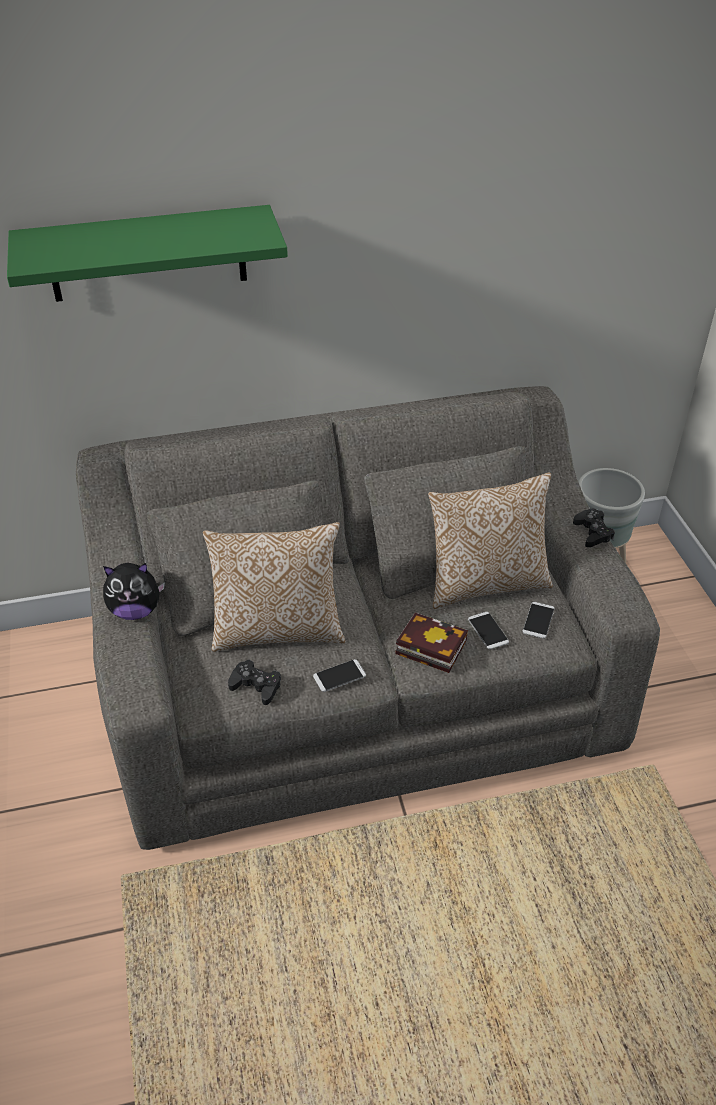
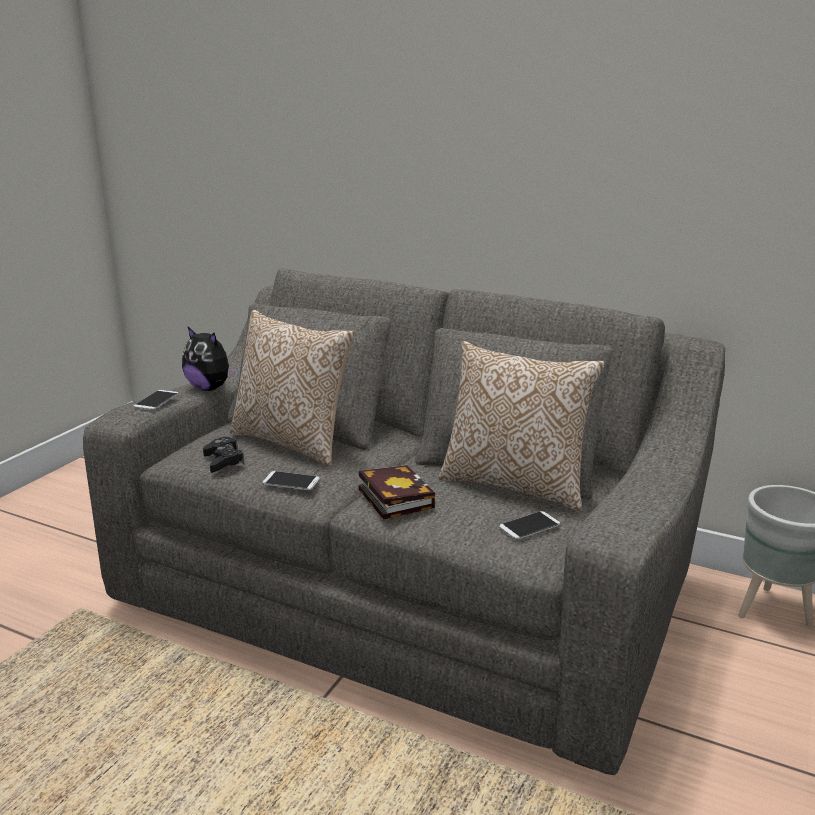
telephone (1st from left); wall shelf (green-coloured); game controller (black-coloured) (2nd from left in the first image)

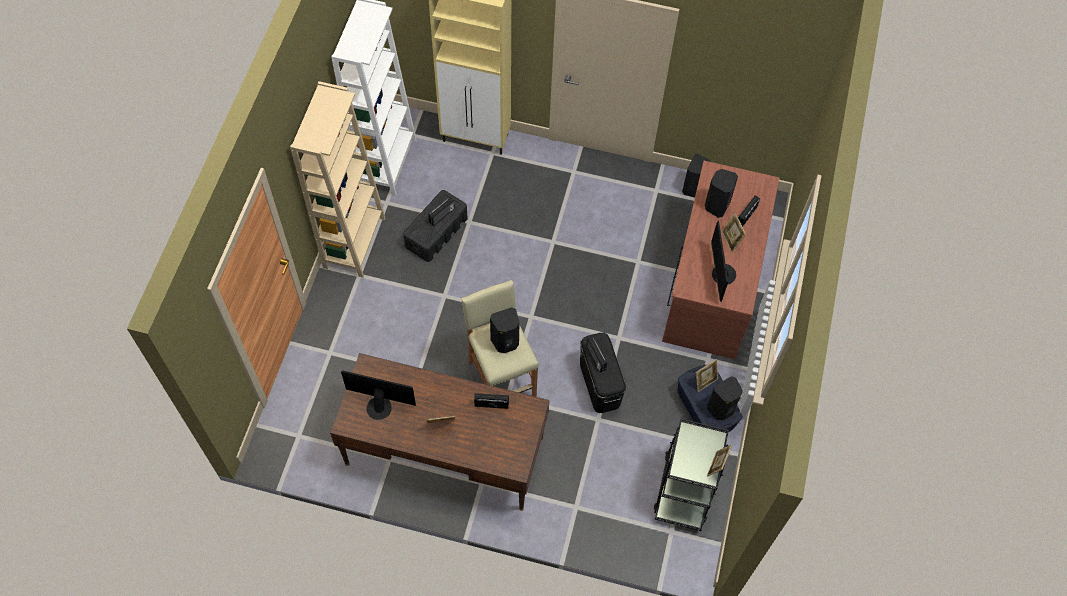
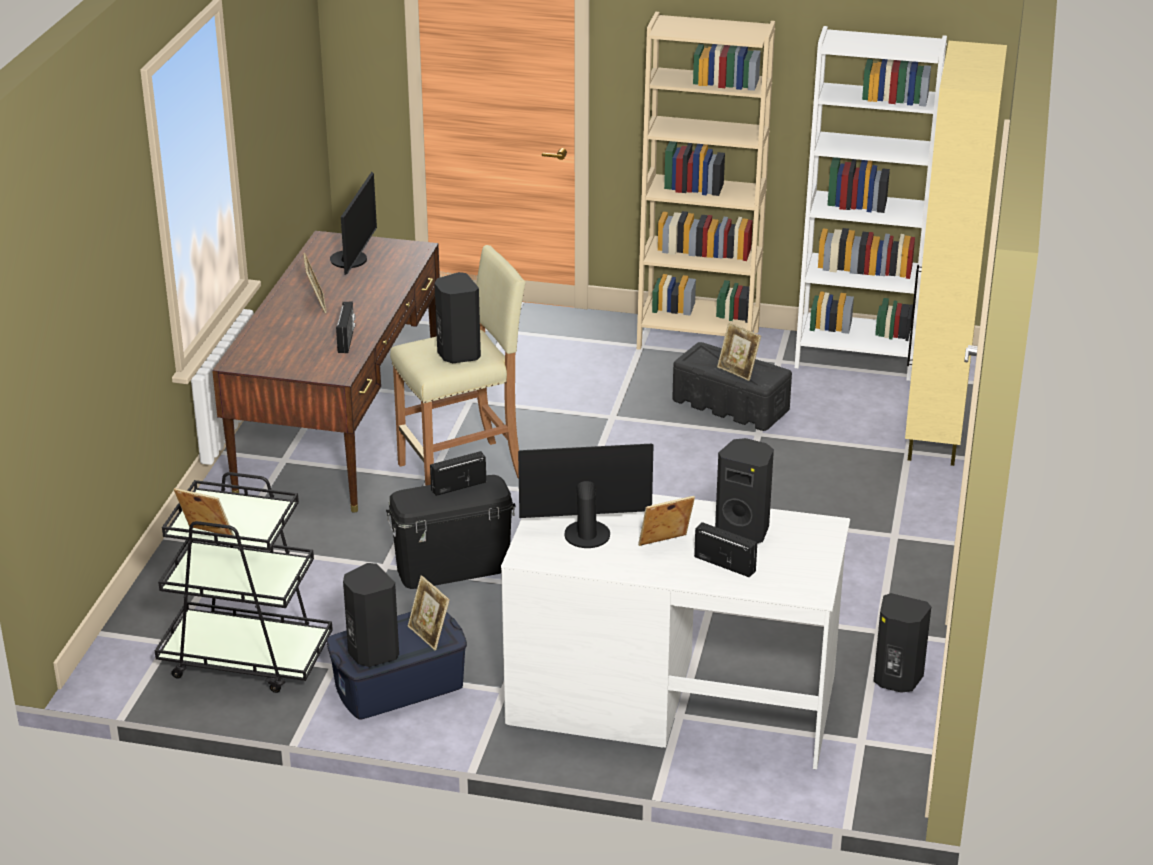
desk table (white-coloured); standing frame (5th from left)

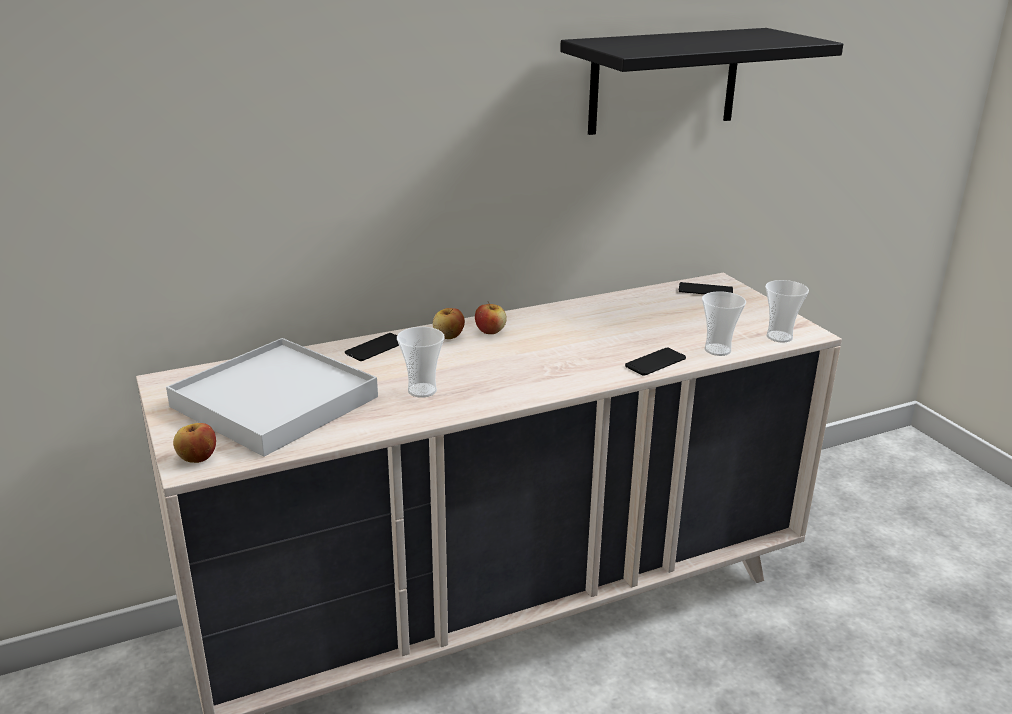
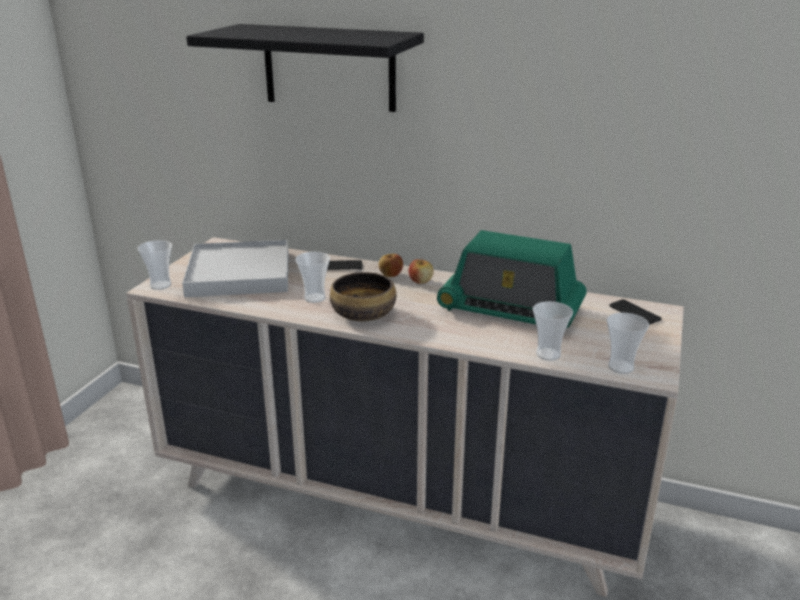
small cup (1st from left); wall shelf (black-coloured); deep dish; radio; telephone (2nd from left in the first image)

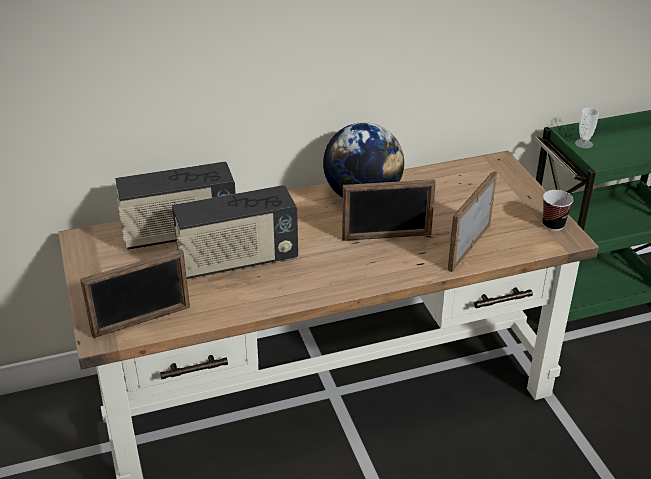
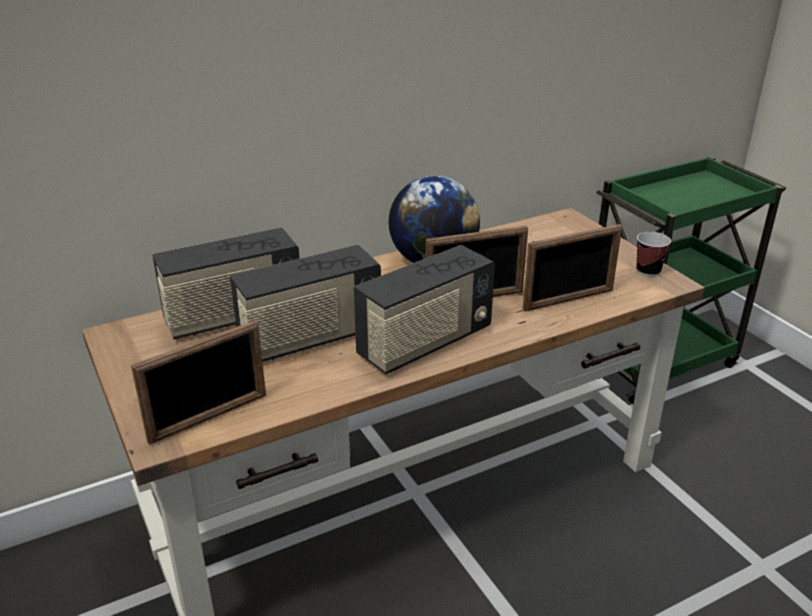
radio (3rd from left); standing frame (3rd from left); small cup (2nd from left in the first image)

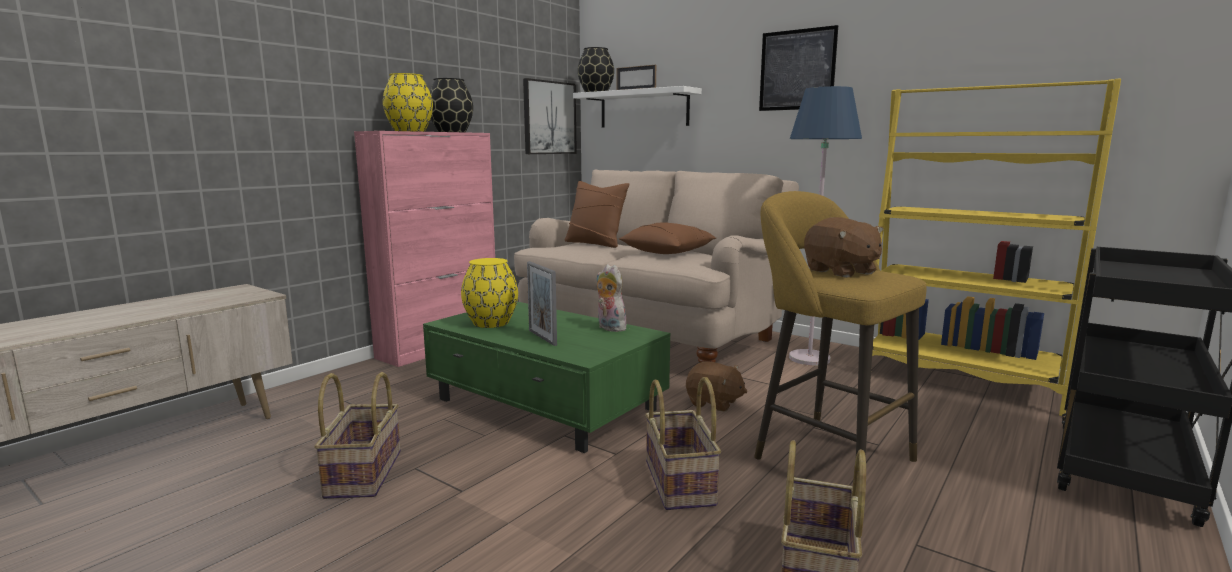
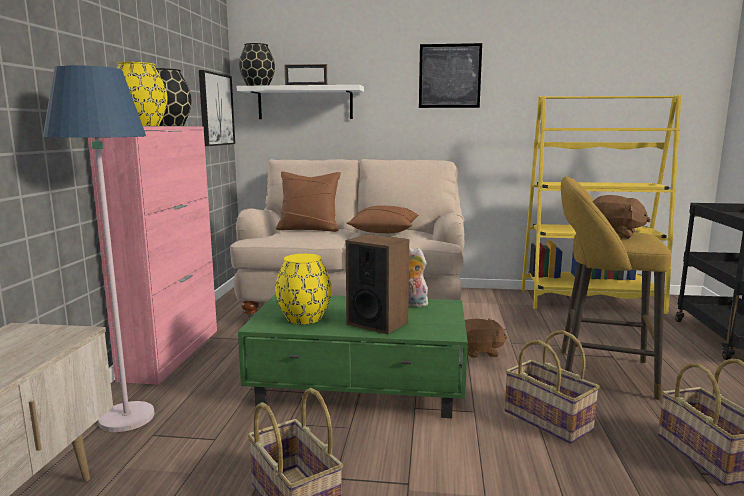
standing lamp (blue-coloured); speaker

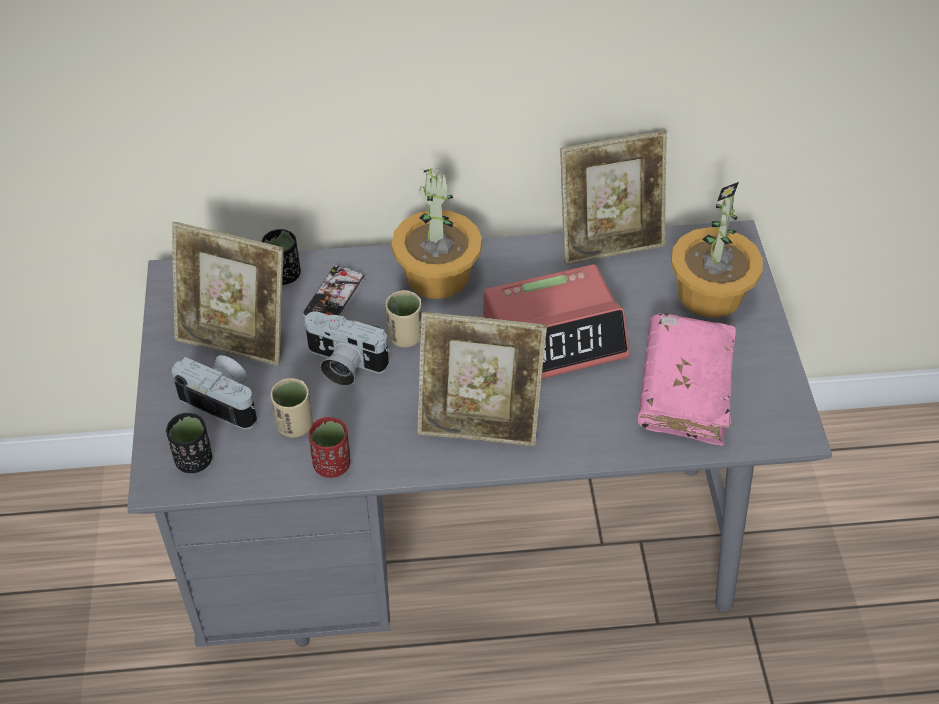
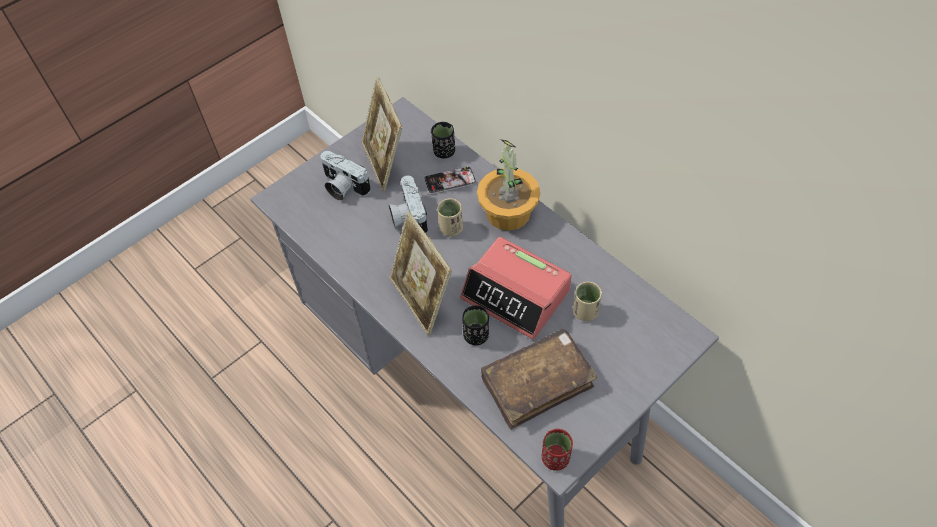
still camera (1st from left); small cup (black-coloured) (2nd from left); volume (brown); small cup (red-coloured); small cup (beige) (2nd from left); standing frame (3rd from left in the first image); plant in a pot (2nd from left in the first image)

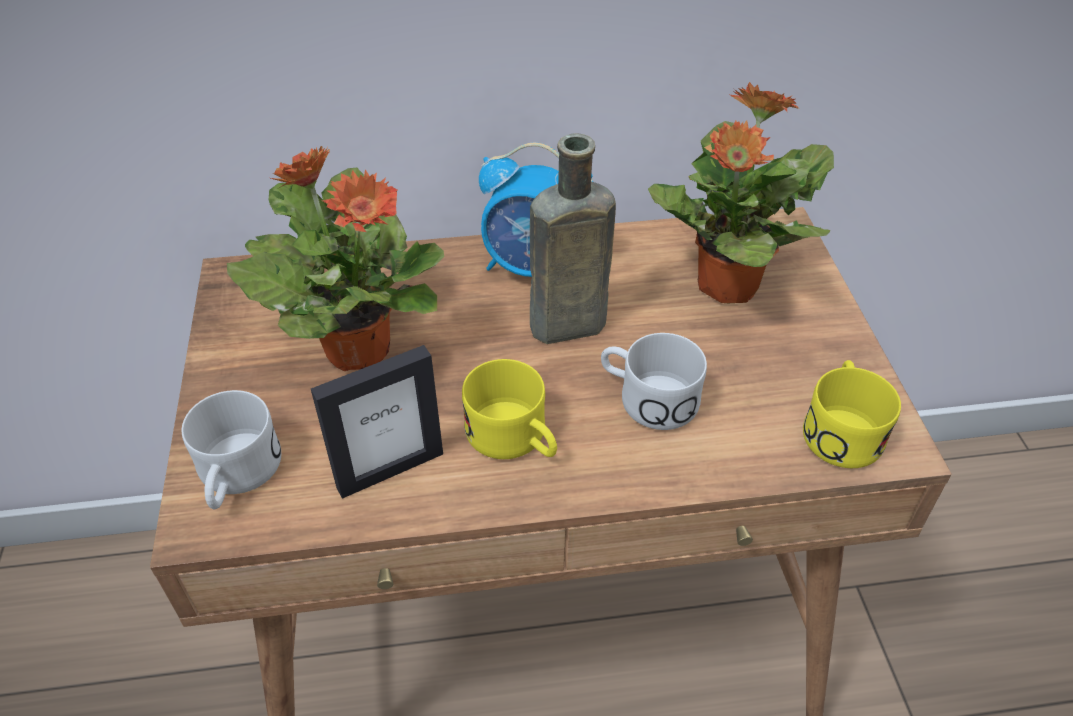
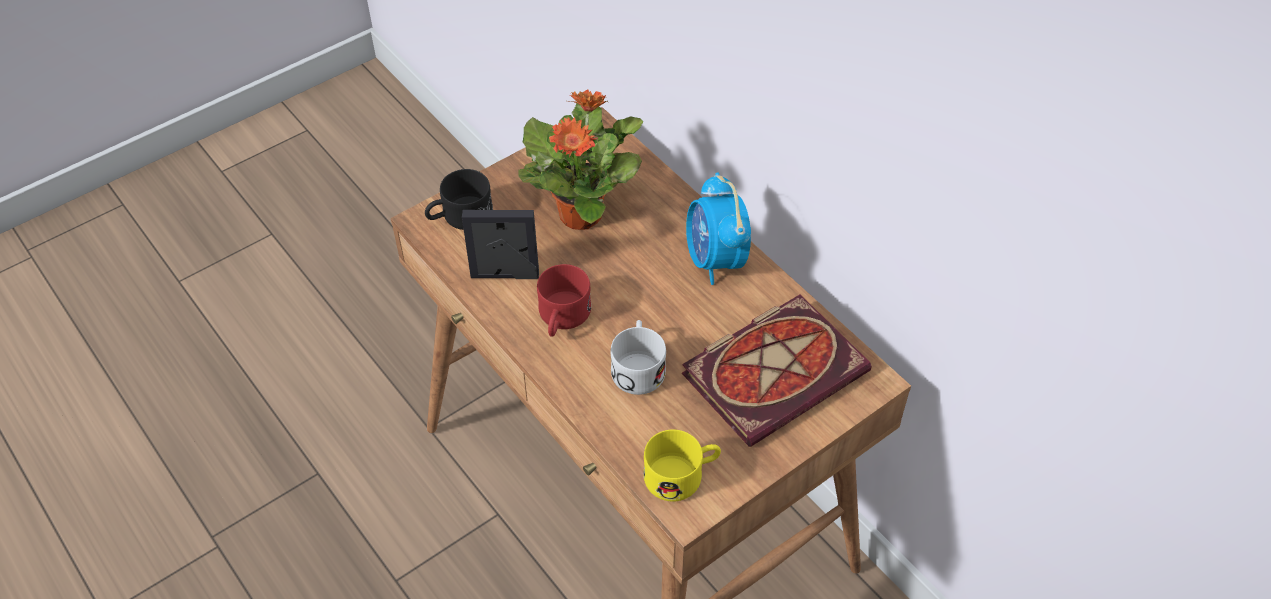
tea mug (black-coloured); standing frame; tea mug (red-coloured); volume; beverage bottle (brown)

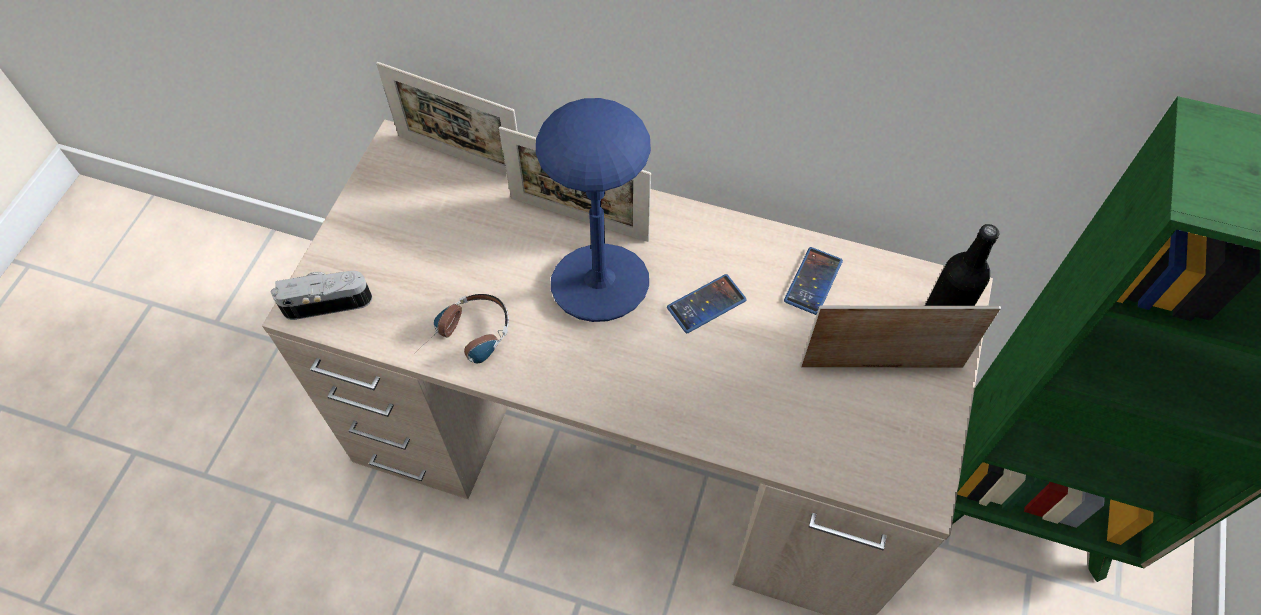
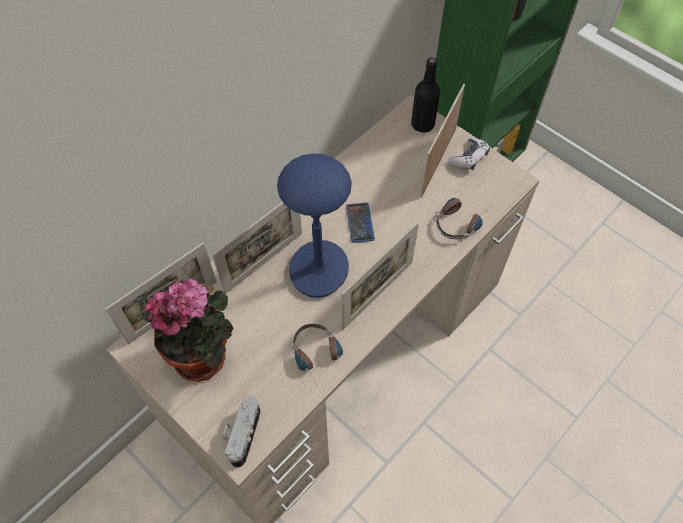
plant in a pot; standing frame (3rd from left); headphones (2nd from left); game controller; telephone (2nd from left in the first image)

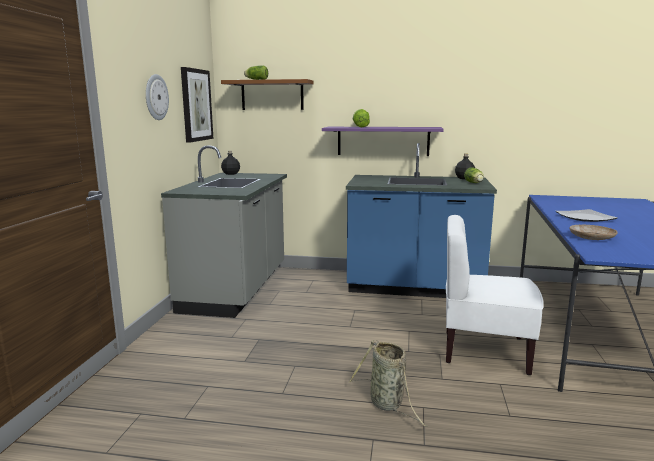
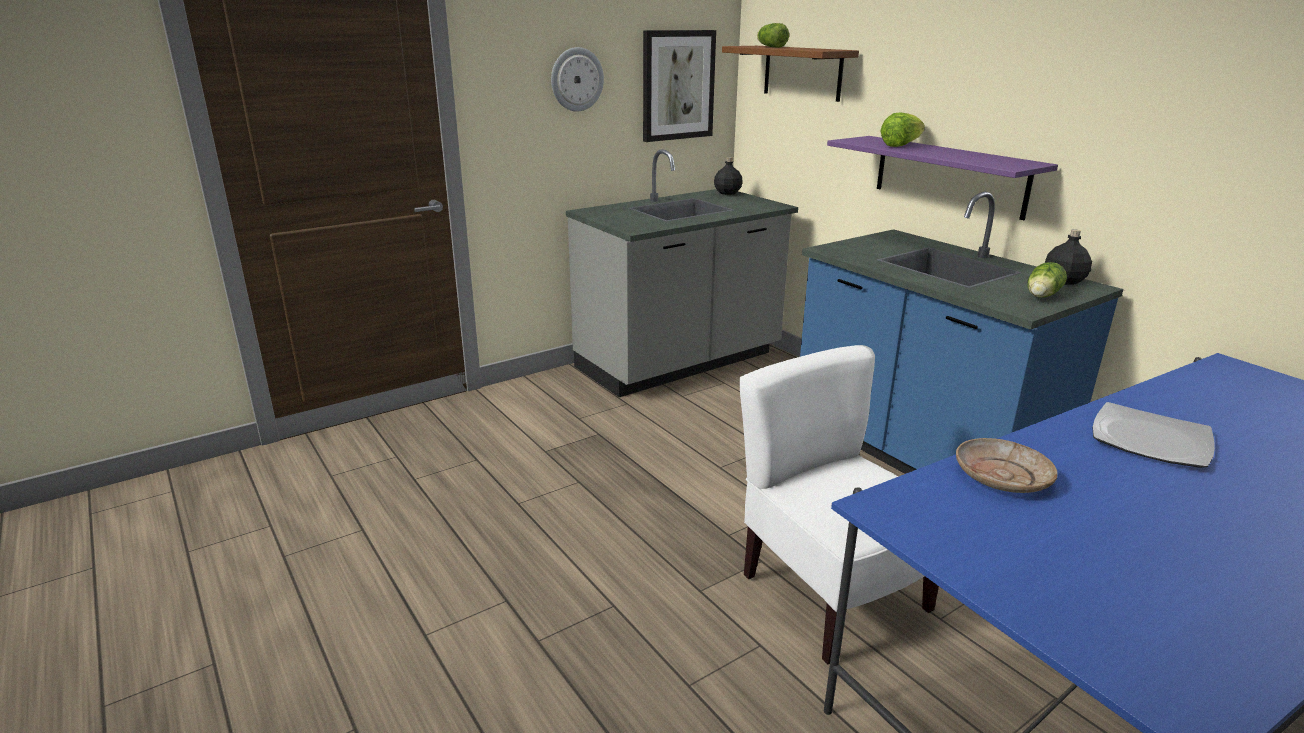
storage basket

